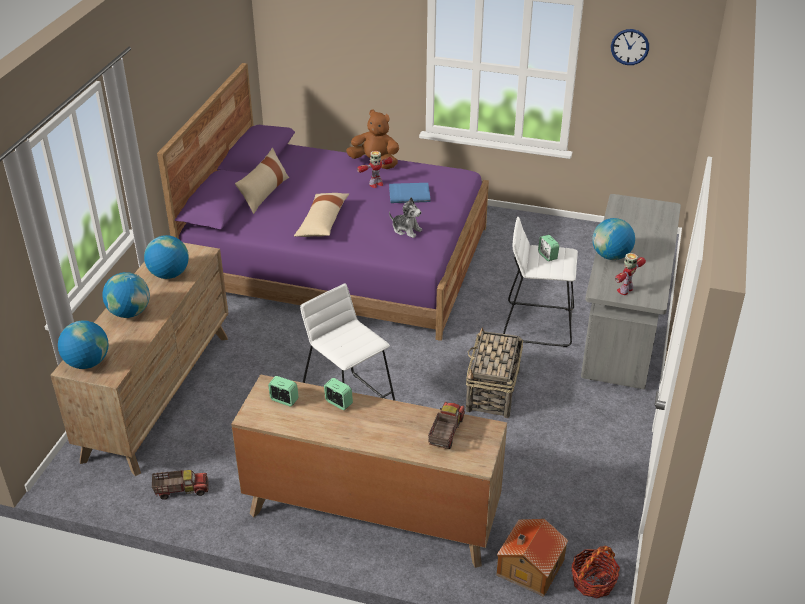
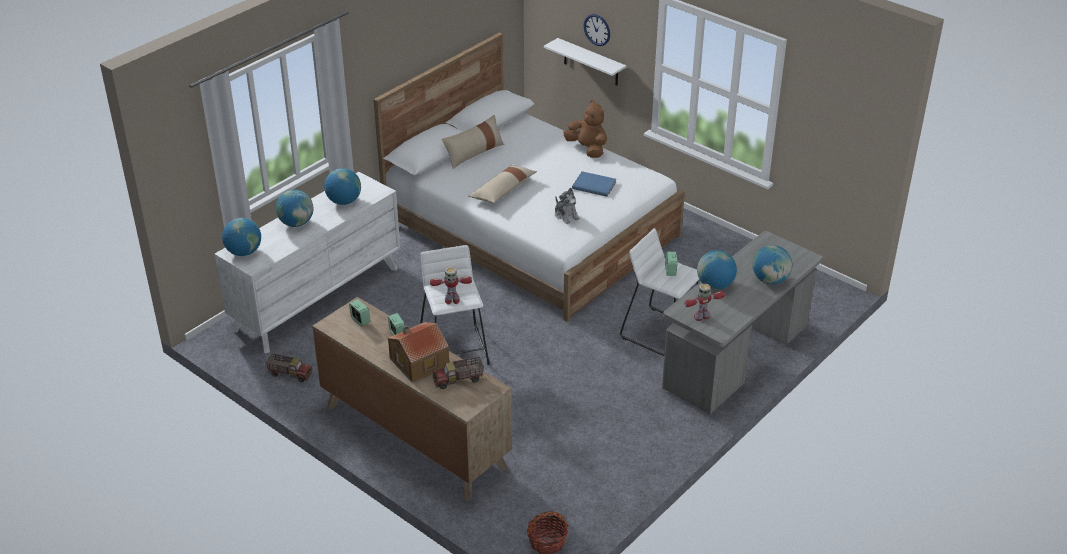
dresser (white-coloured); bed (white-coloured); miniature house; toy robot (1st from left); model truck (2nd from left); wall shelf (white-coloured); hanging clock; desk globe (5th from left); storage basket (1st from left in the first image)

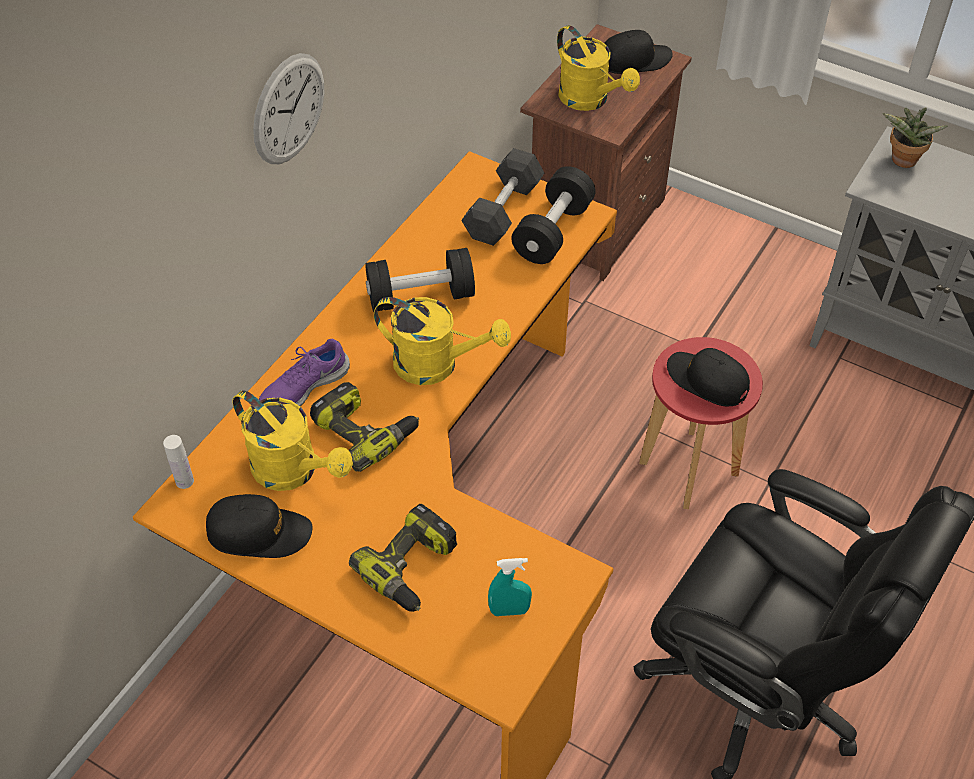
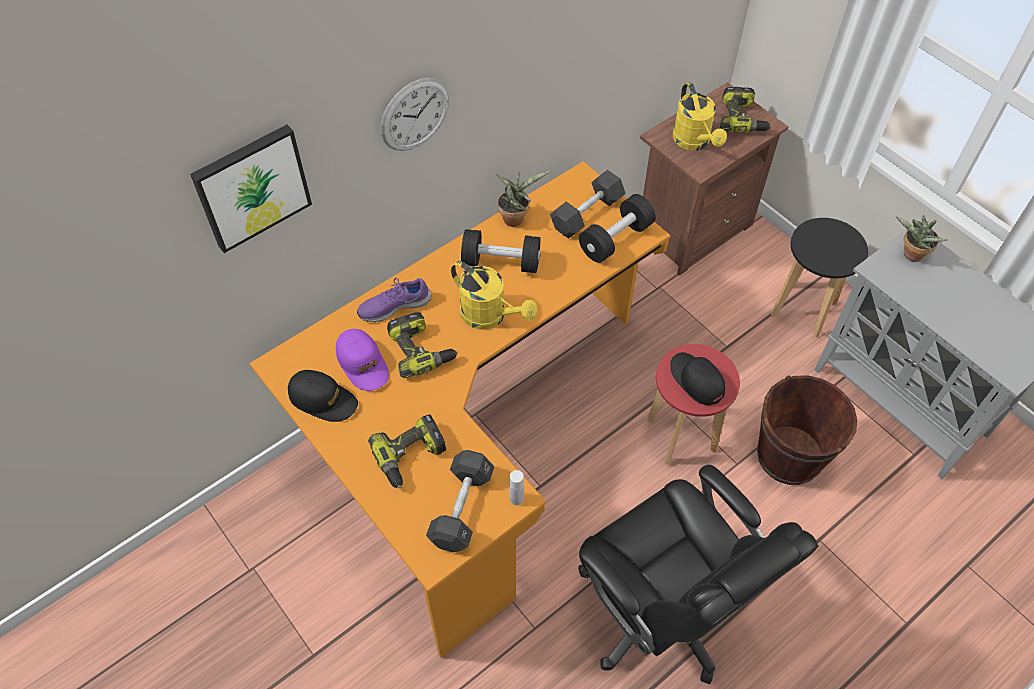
picture; cap (purple-coloured); hand weight (black-coloured) (1st from left); plant in a pot (1st from left); beverage bottle (white-coloured); drill (3rd from left); bucket (brown); stool (black-coloured)

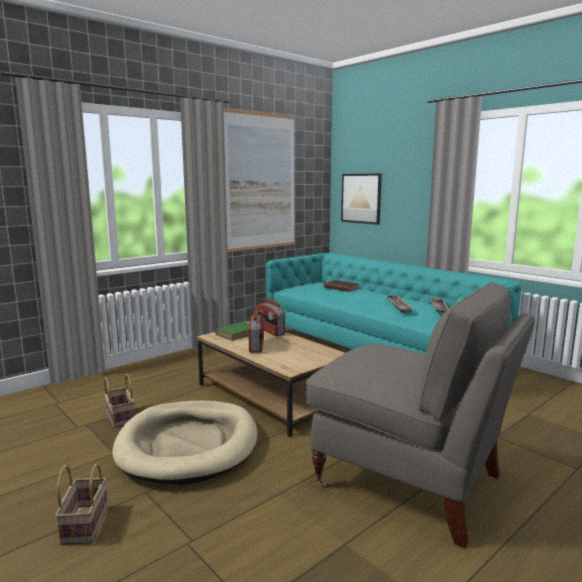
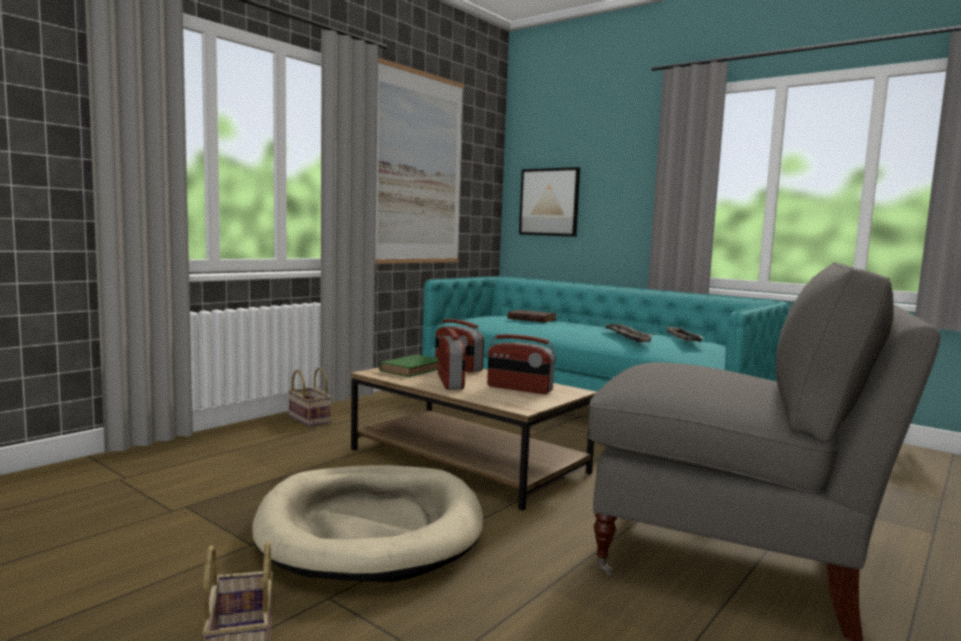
storage basket (2nd from left); radio (3rd from left)

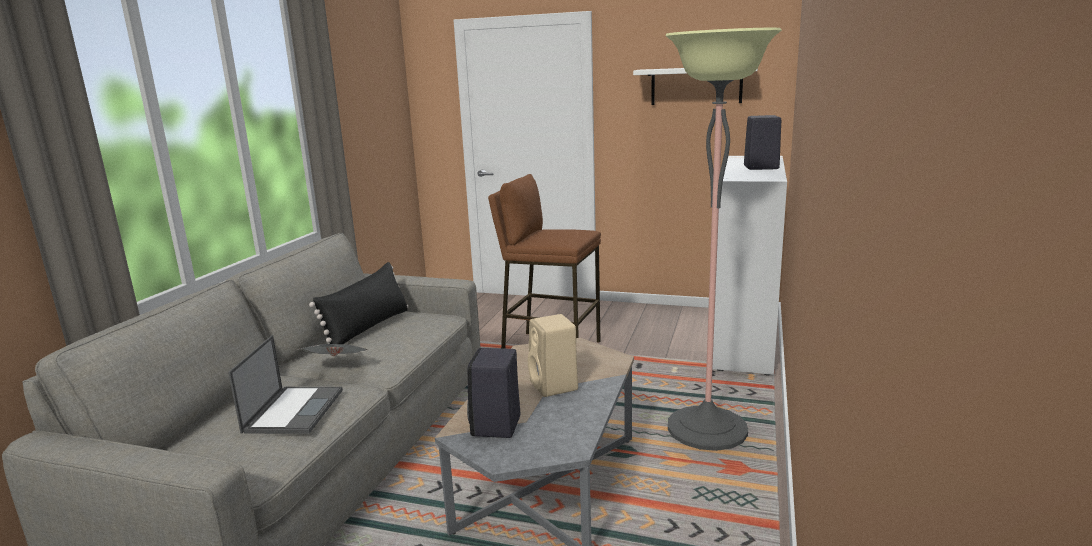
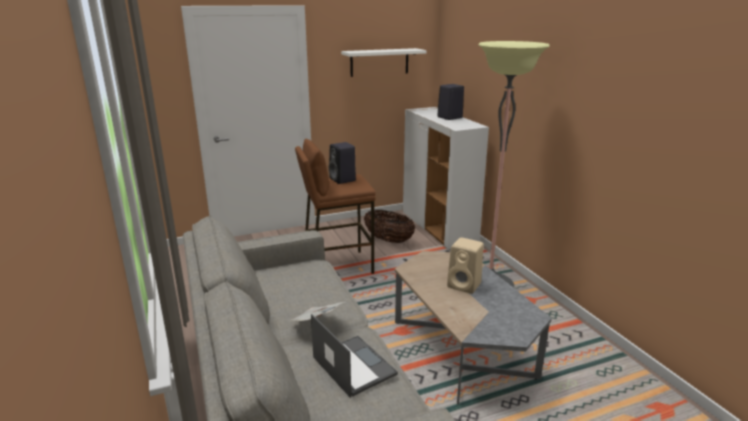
speaker (black-coloured) (1st from left); storage basket; cushion (black-coloured)

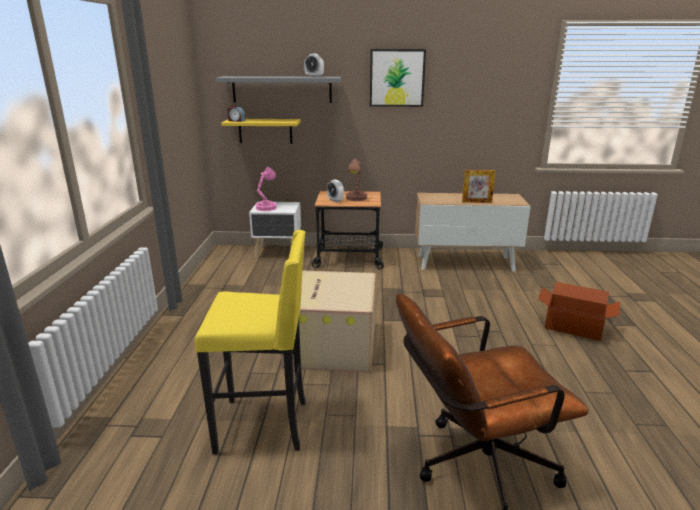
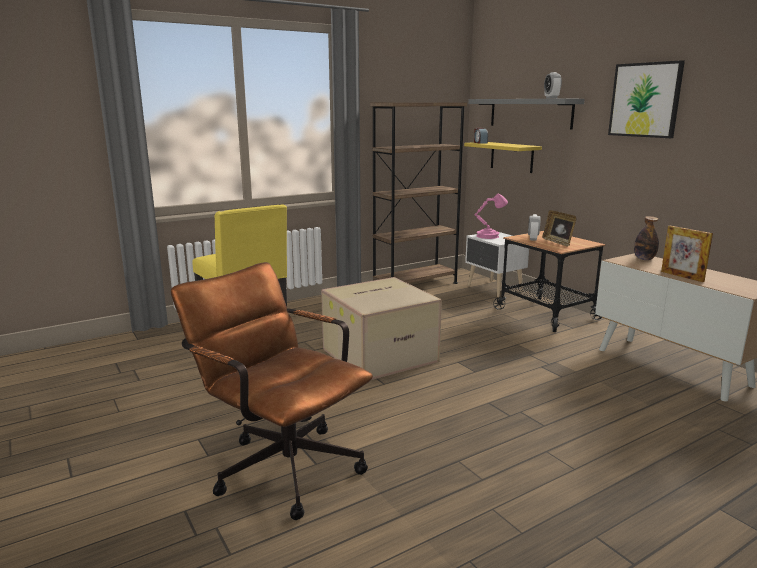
shelving unit (brown); standing frame (1st from left); beverage bottle; packing box (2nd from left in the first image)

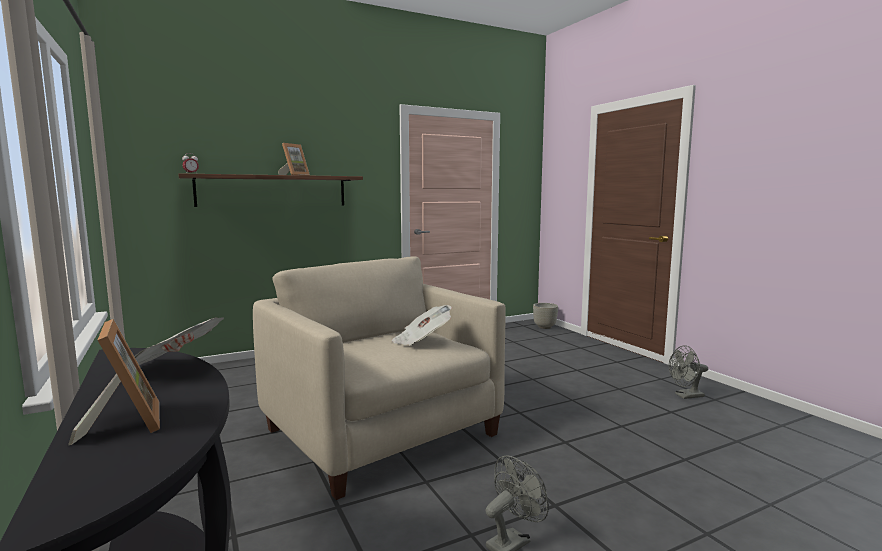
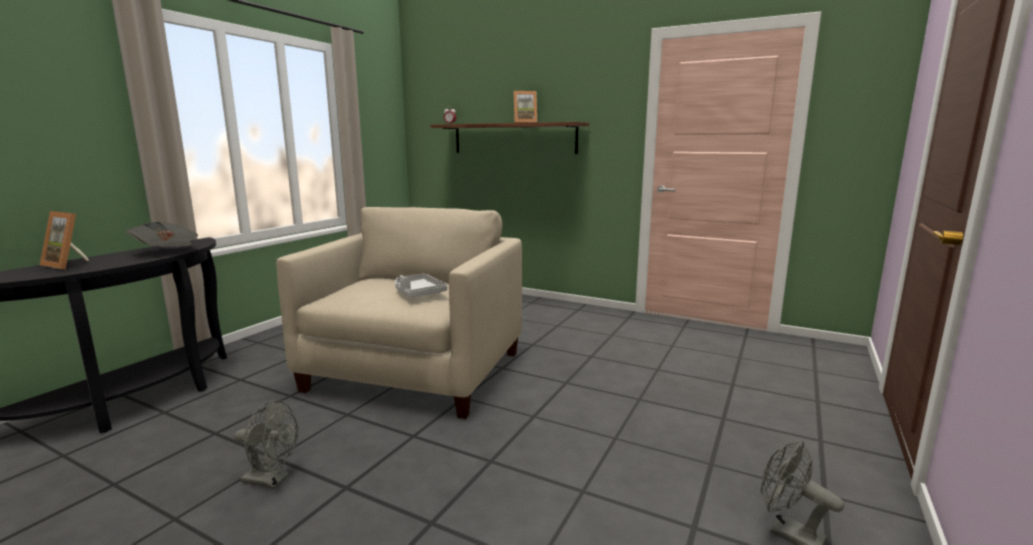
standing frame (1st from left); carrying tray (greyish); planter (greyish)

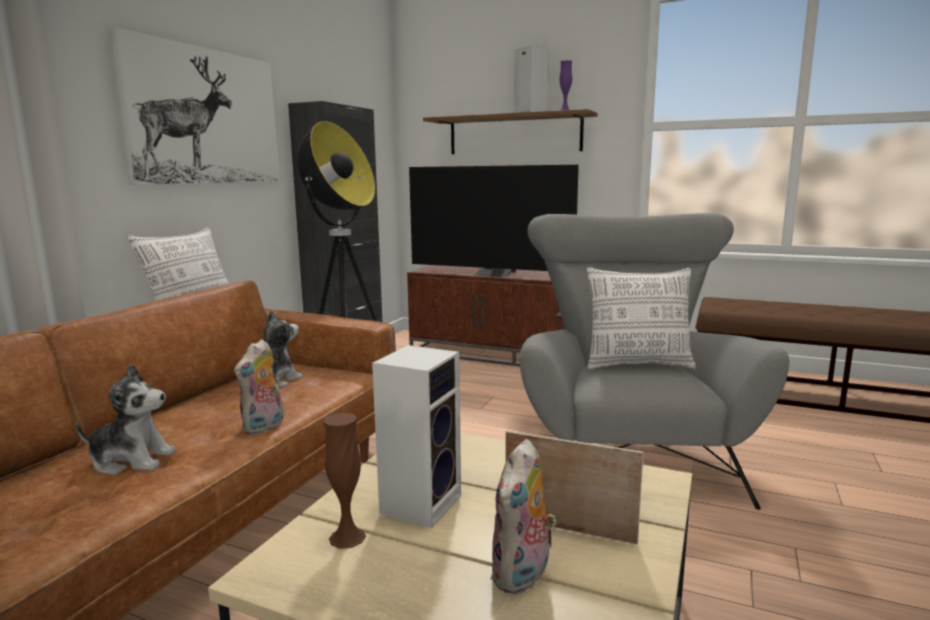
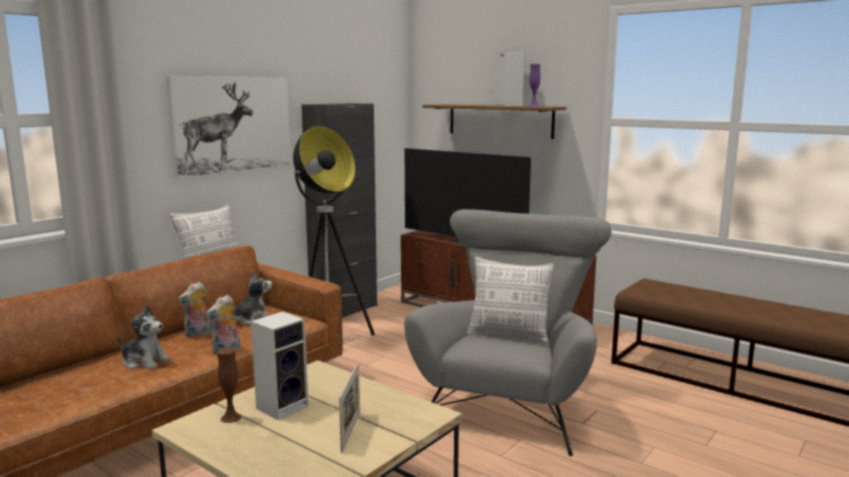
soft toy (2nd from left); standing frame

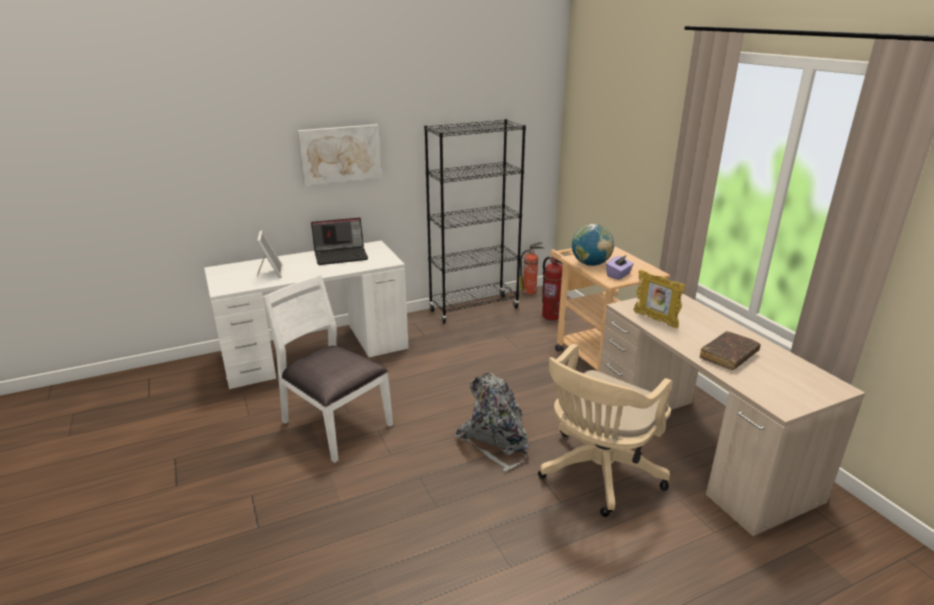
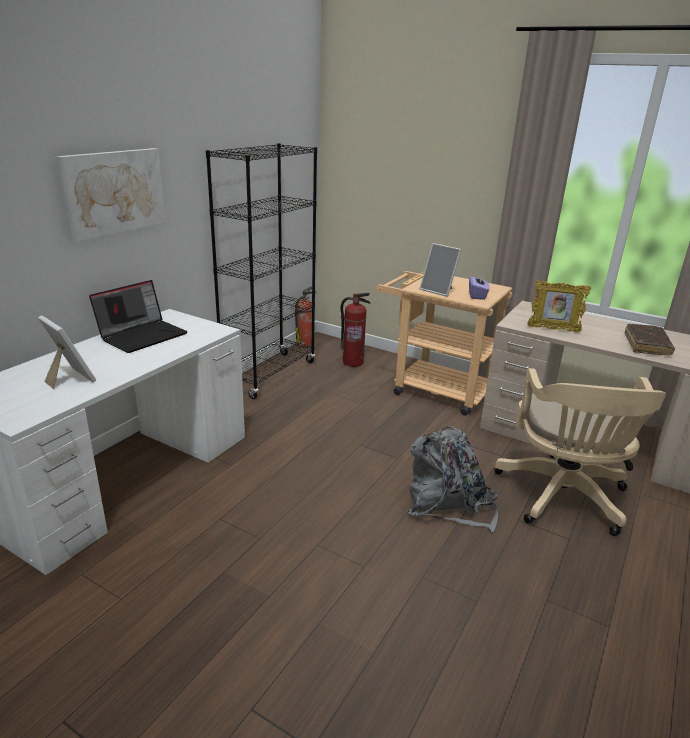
standing frame (2nd from left); upright chair (white-coloured)

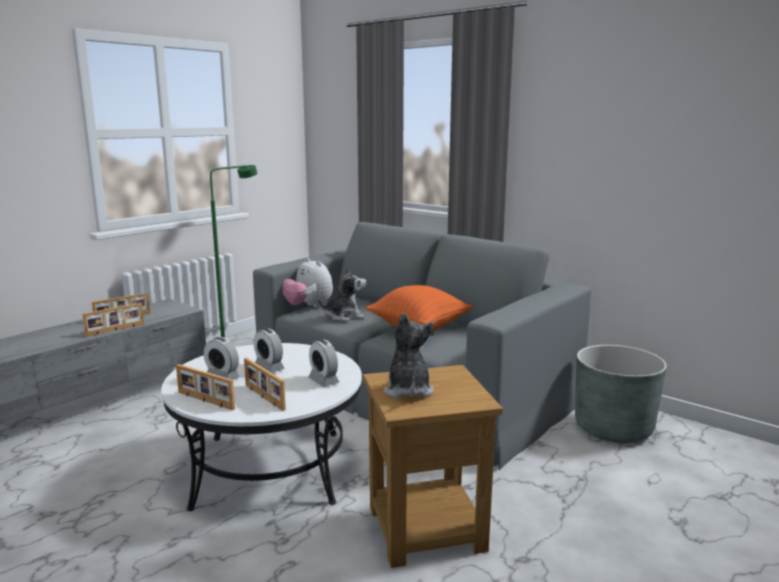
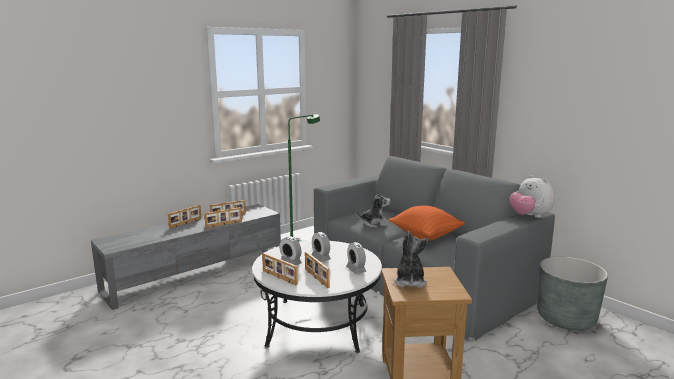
standing frame (1st from left); soft toy (3rd from left)

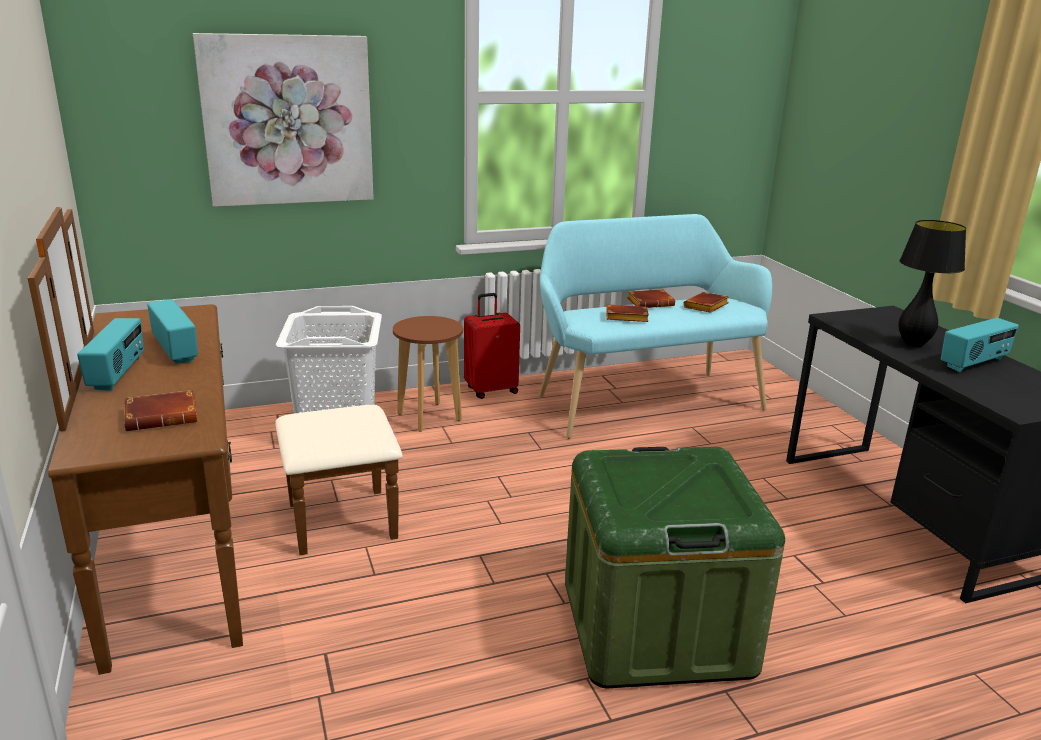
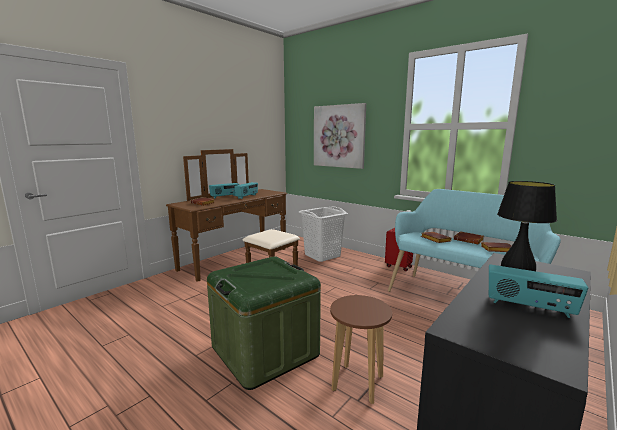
stool (brown)

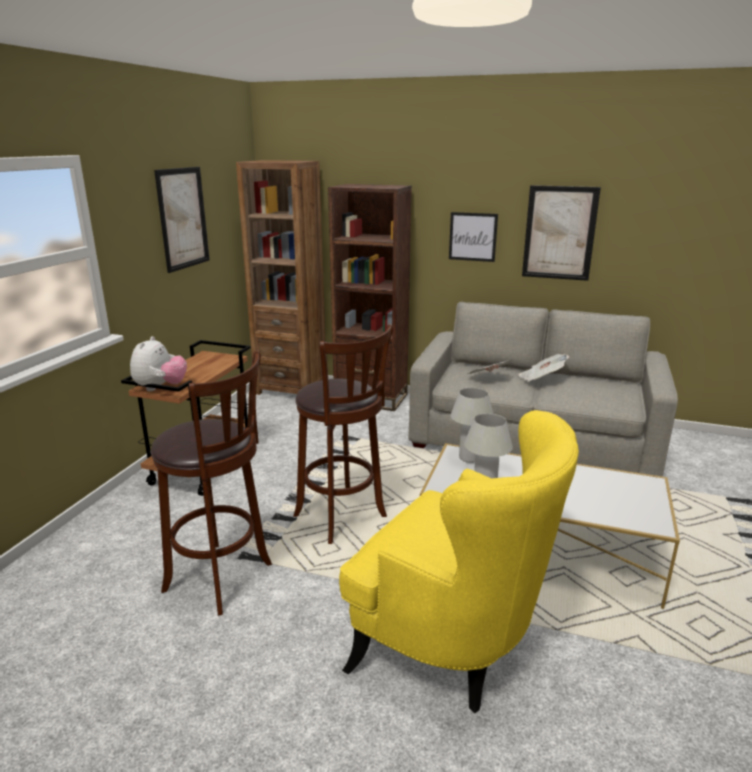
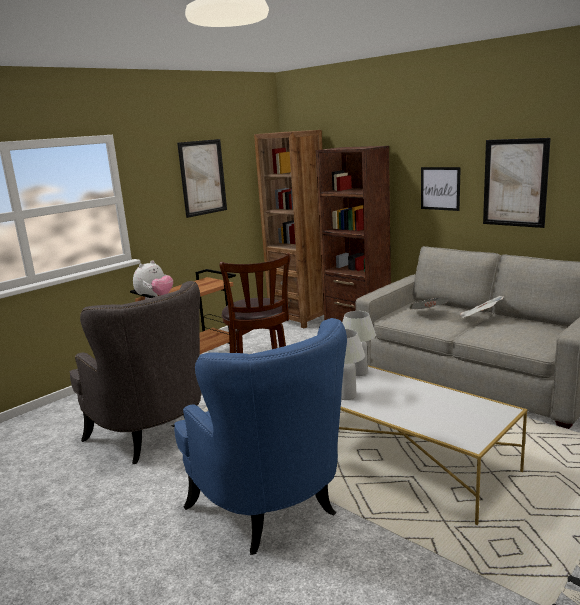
armchair (greyish); armchair (blue-coloured)

